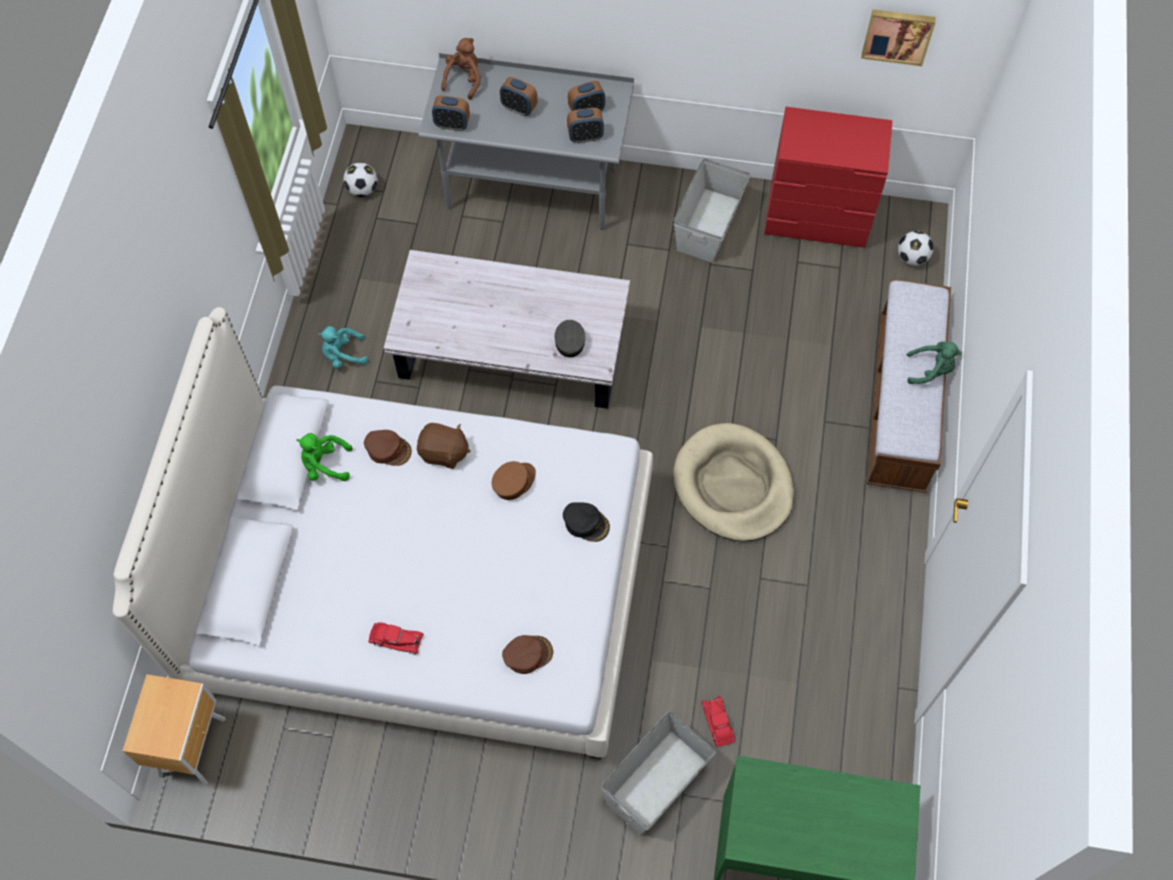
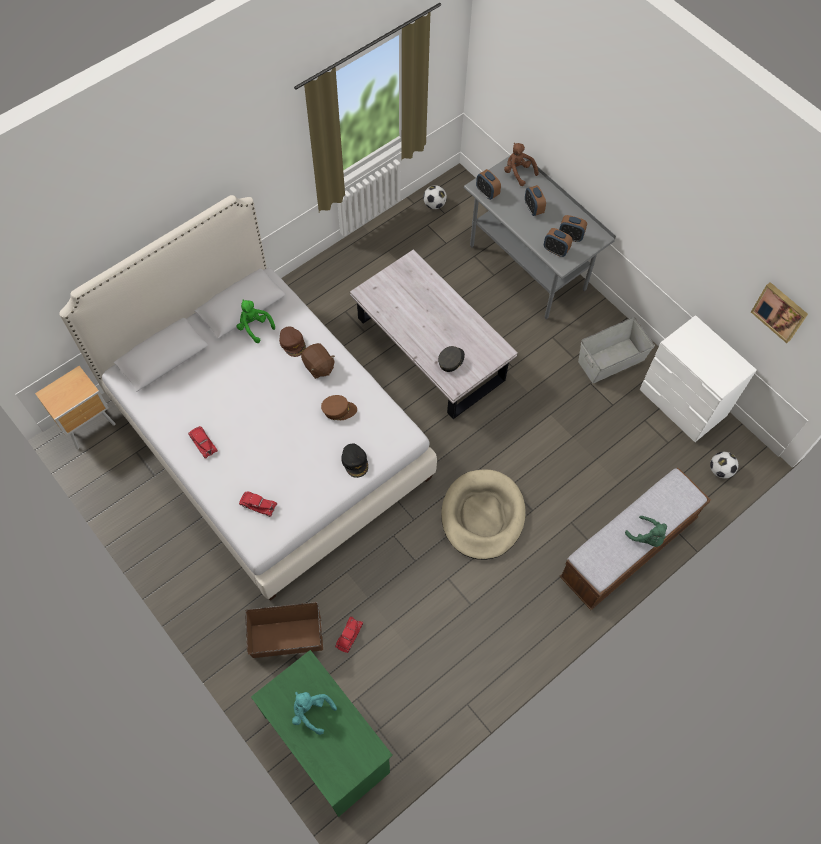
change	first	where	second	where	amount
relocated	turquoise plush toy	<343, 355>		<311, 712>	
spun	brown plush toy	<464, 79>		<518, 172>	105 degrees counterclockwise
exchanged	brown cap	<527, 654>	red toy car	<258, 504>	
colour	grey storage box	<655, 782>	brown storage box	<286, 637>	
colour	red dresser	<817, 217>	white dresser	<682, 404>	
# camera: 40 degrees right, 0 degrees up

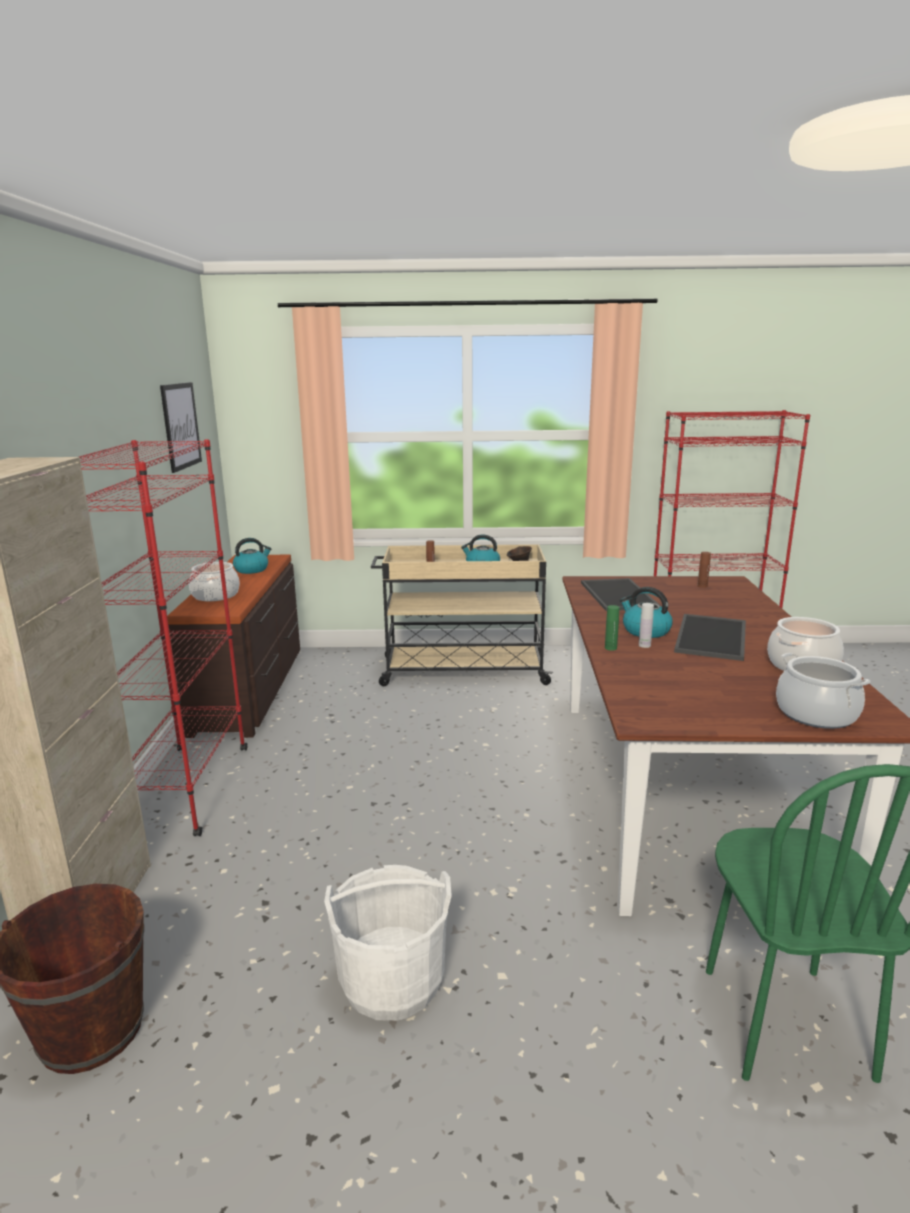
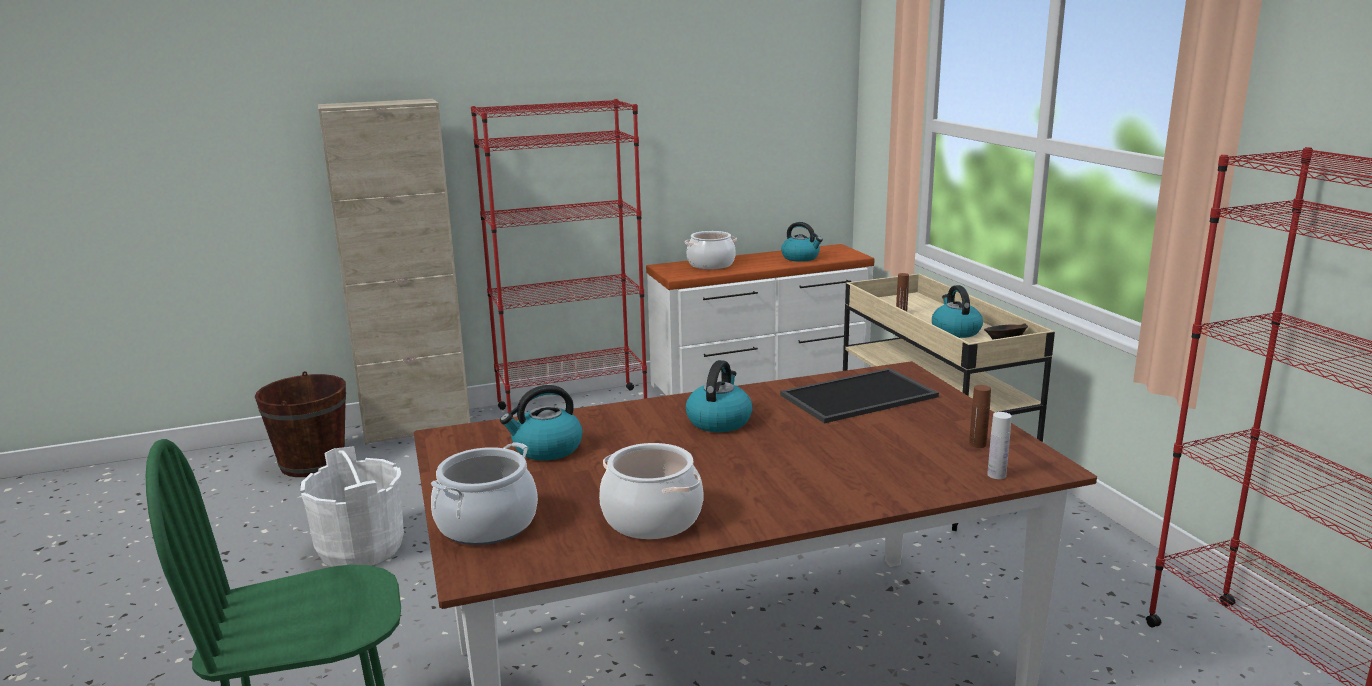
change	first	where	second	where	amount
missing	picture	<181, 426>			
colour	brown dresser	<251, 689>	white dresser	<761, 381>	
missing	green bottle	<610, 648>			
relocated	white bottle	<644, 645>		<996, 475>	
missing	tray	<713, 638>			
appeared			kettle	<546, 449>	
# camera: 70 degrees right, 0 degrees up

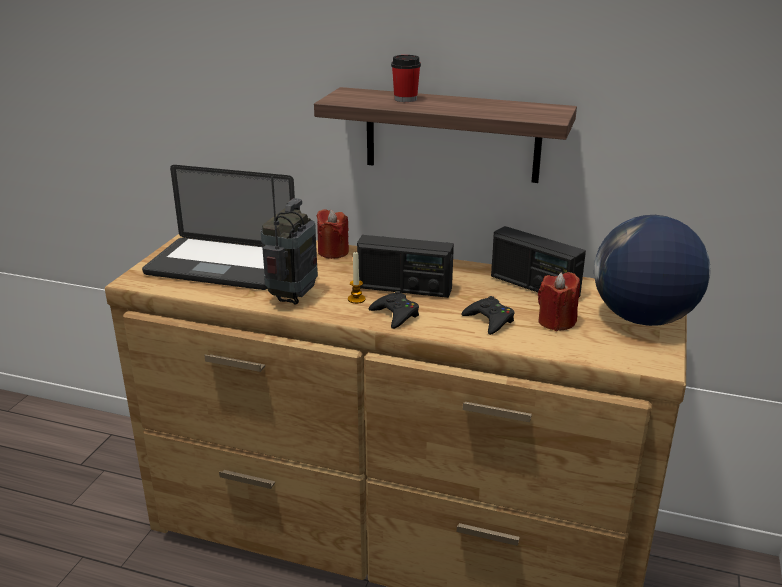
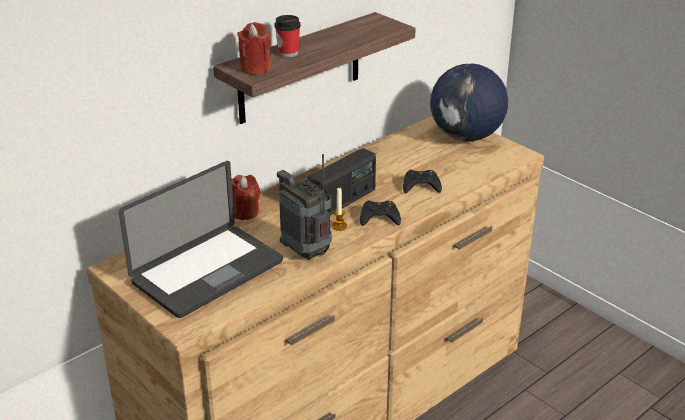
change	first	where	second	where	amount
missing	radio	<534, 286>			
relocated	red candle	<556, 322>		<255, 68>	
# camera: 60 degrees left, 5 degrees up

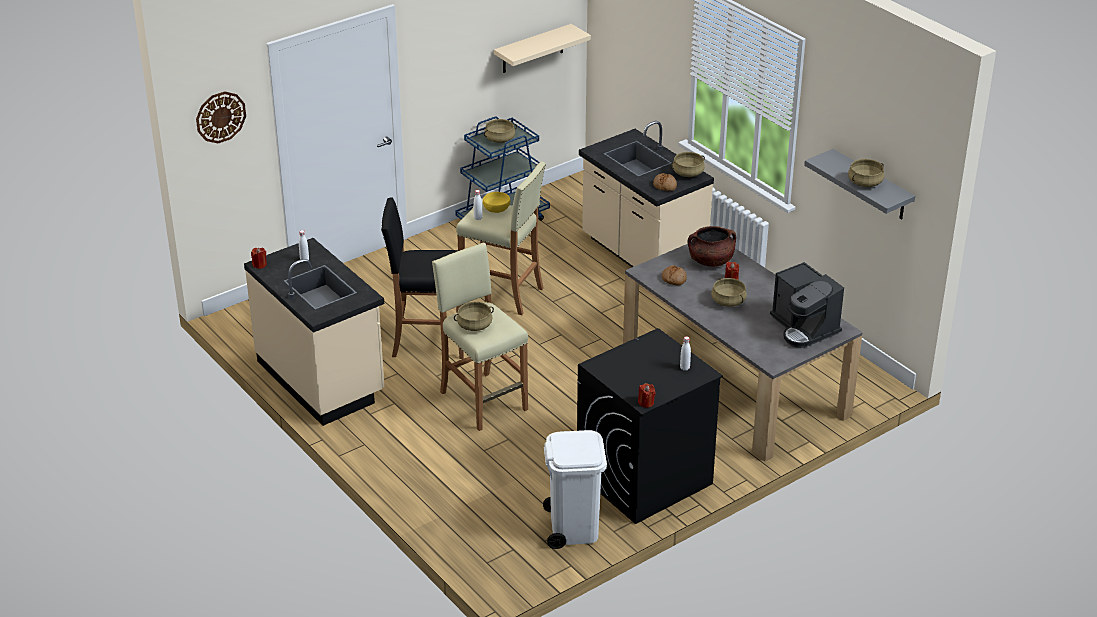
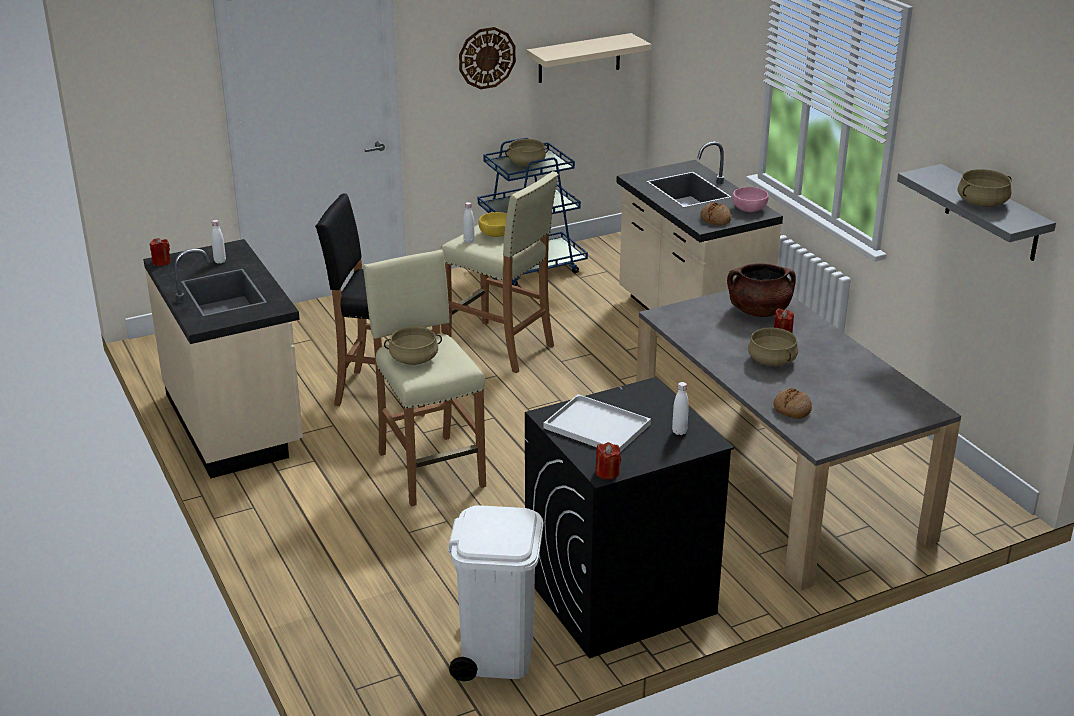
change	first	where	second	where	amount
relocated	wall clock	<220, 117>		<486, 58>	
relocated	bread	<673, 279>		<791, 409>	
exchanged	beige cooking pot	<688, 173>	pink bowl	<749, 208>	
missing	coffee machine	<804, 328>			
appeared			white tray	<599, 426>	
# camera: 10 degrees right, 5 degrees down

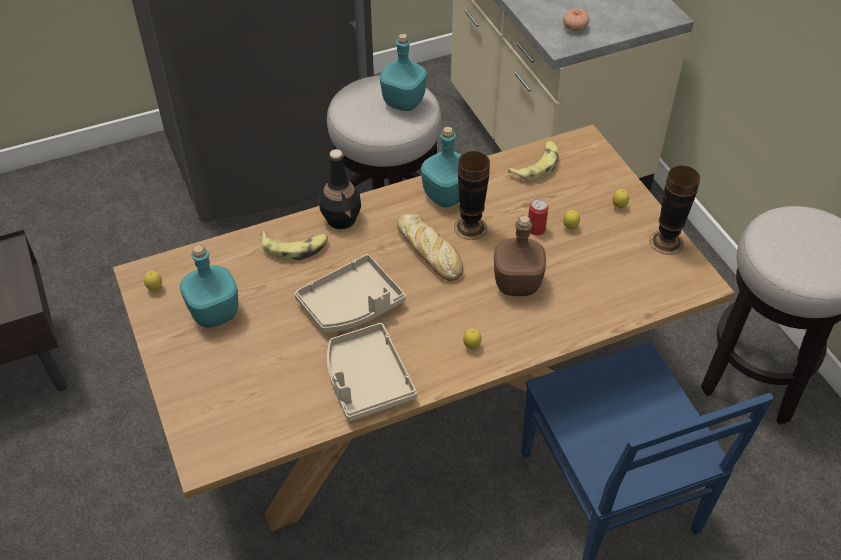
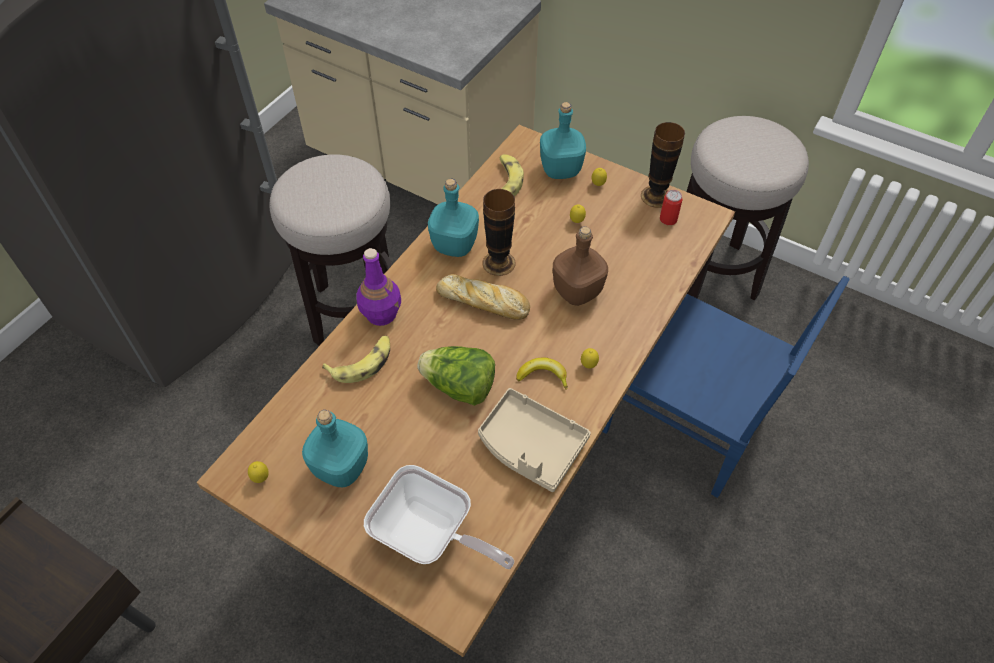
change	first	where	second	where	amount
exchanged	beige tray	<351, 305>	lettuce	<459, 387>	
colour	black bottle	<341, 219>	purple bottle	<381, 313>	
relocated	turquoise bottle	<404, 102>		<561, 169>	
relocated	can	<536, 229>		<668, 219>	
missing	tomato	<575, 27>			
appeared			frying pan	<430, 536>	
appeared			banana	<543, 375>	
# camera: 35 degrees left, 5 degrees up

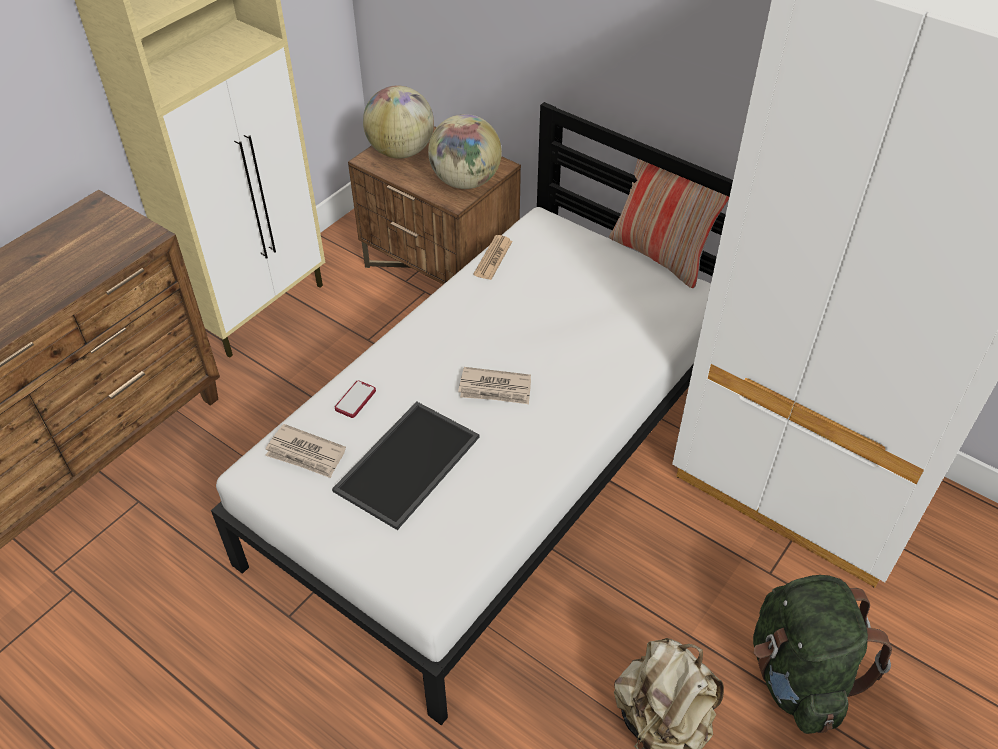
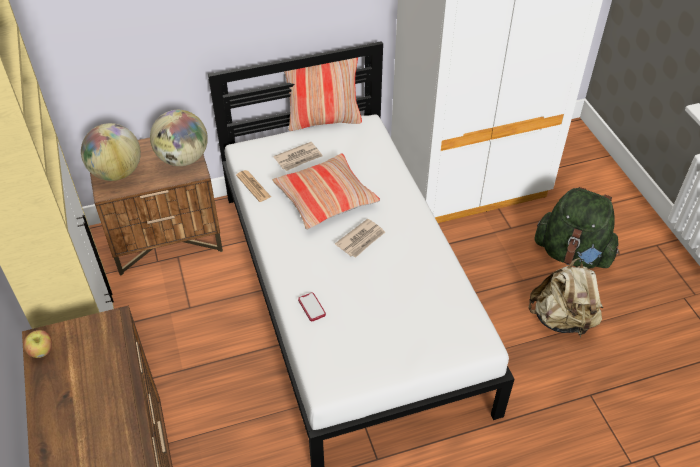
change	first	where	second	where	amount
relocated	newspaper	<306, 454>		<299, 158>	
missing	tray	<408, 466>			
appeared			apple	<42, 351>	
appeared			pillow	<325, 198>	
# camera: 55 degrees left, 0 degrees up

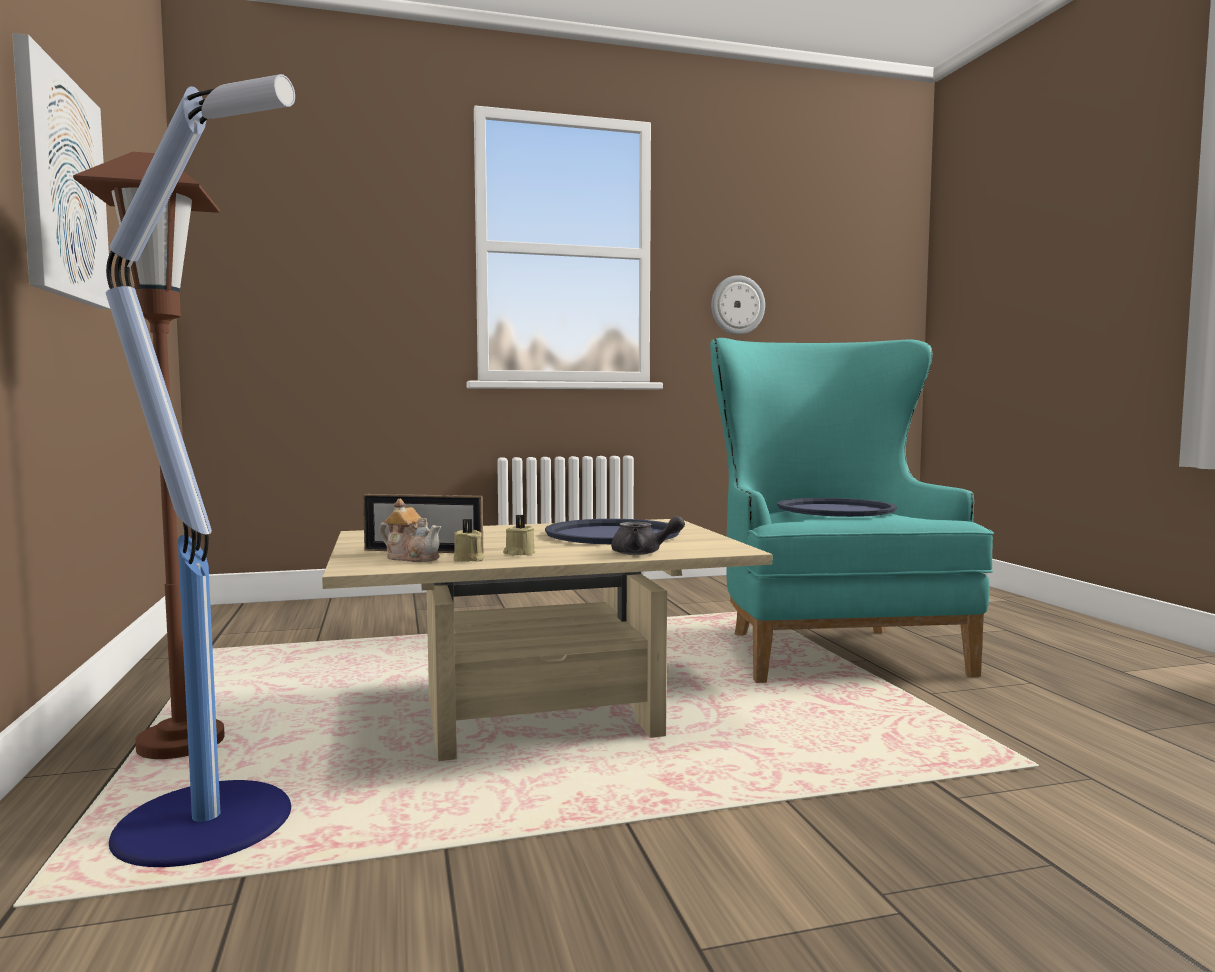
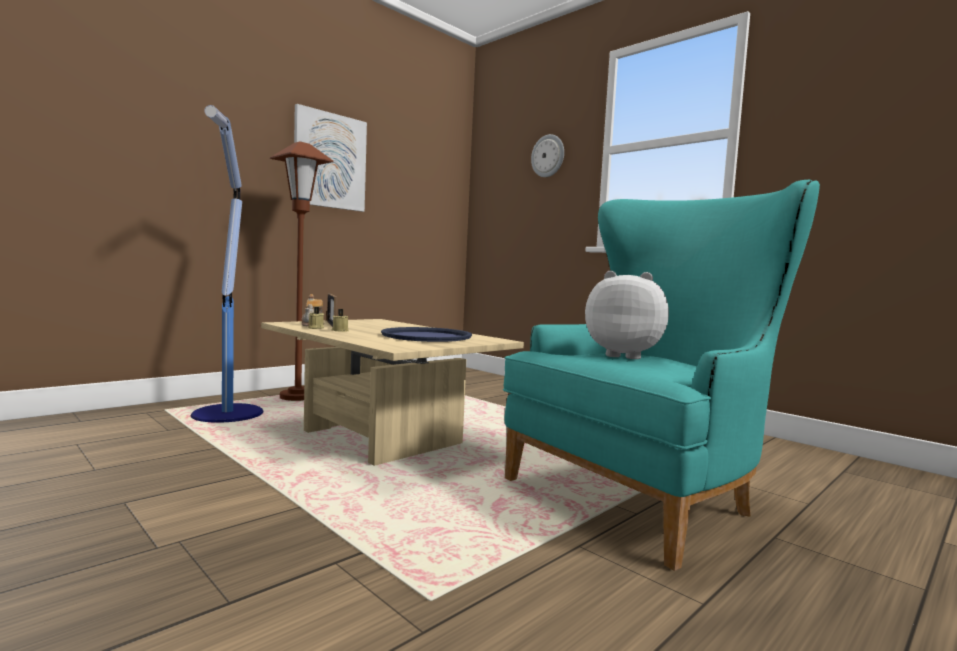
change	first	where	second	where	amount
missing	grey teapot	<643, 553>			
relocated	wall clock	<737, 305>		<548, 156>	
exchanged	blue tray	<836, 509>	plush toy	<624, 355>	
# camera: 60 degrees right, 0 degrees up

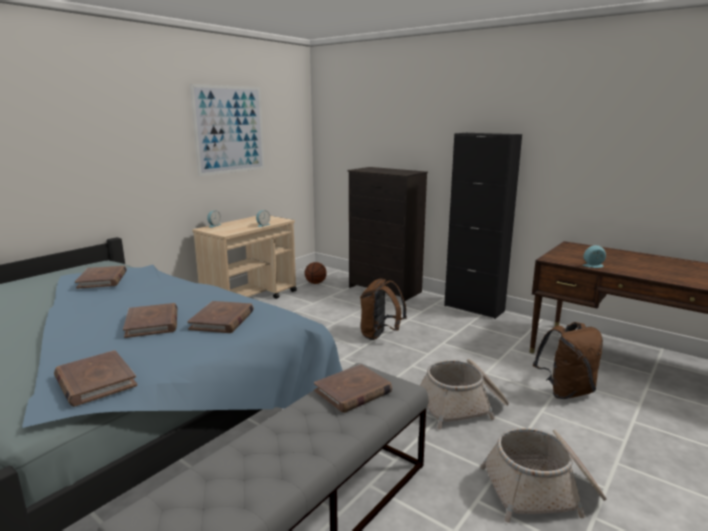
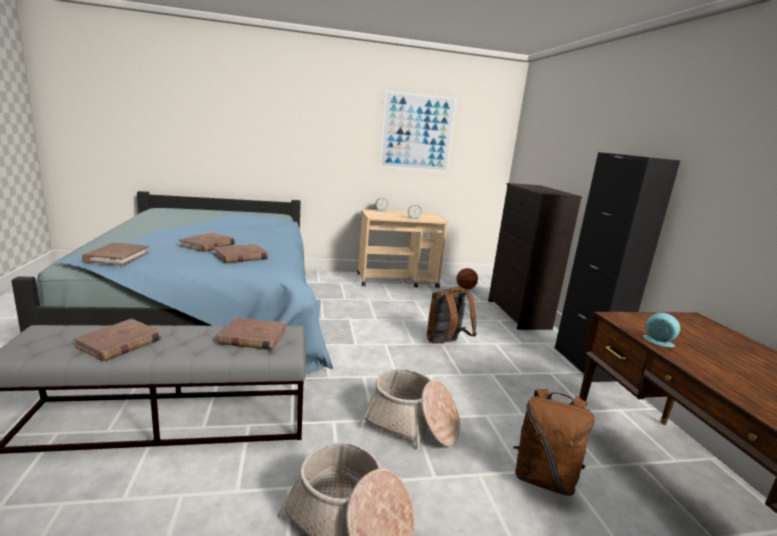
change	first	where	second	where	amount
relocated	brown book	<102, 280>		<120, 343>	
# camera: 40 degrees right, 0 degrees up

